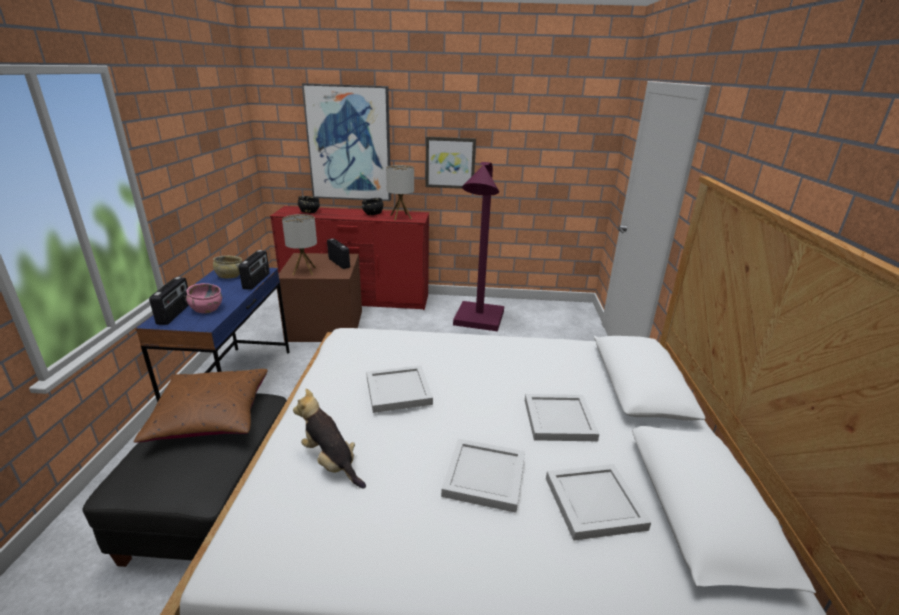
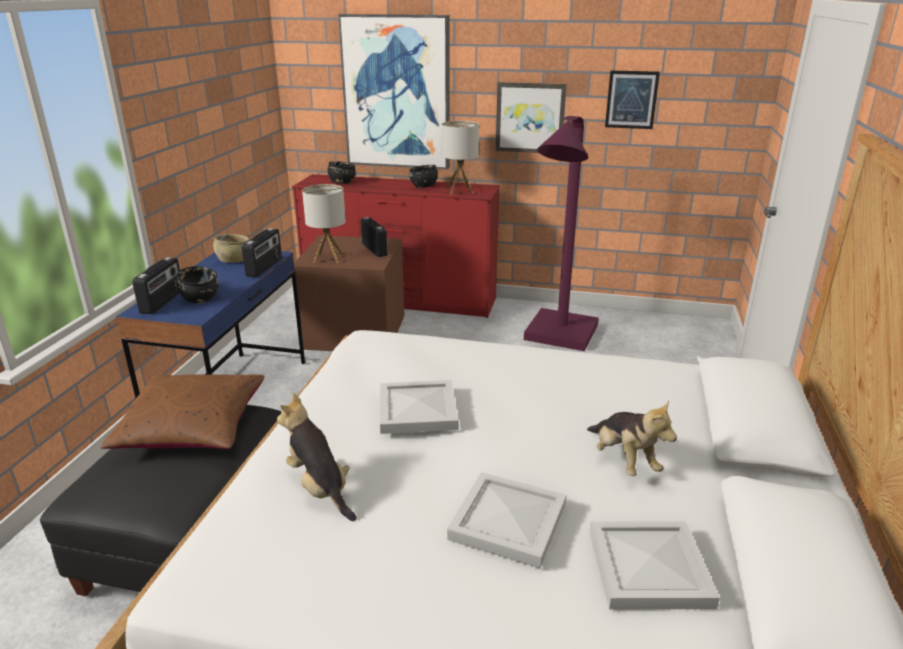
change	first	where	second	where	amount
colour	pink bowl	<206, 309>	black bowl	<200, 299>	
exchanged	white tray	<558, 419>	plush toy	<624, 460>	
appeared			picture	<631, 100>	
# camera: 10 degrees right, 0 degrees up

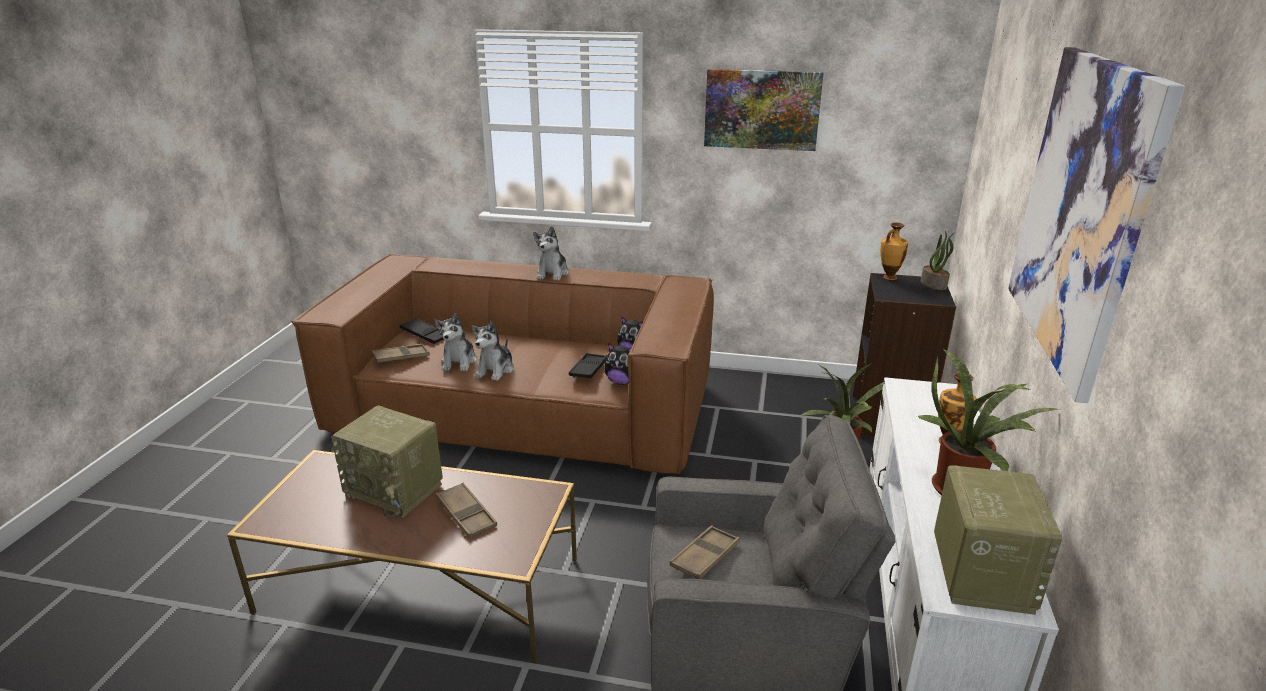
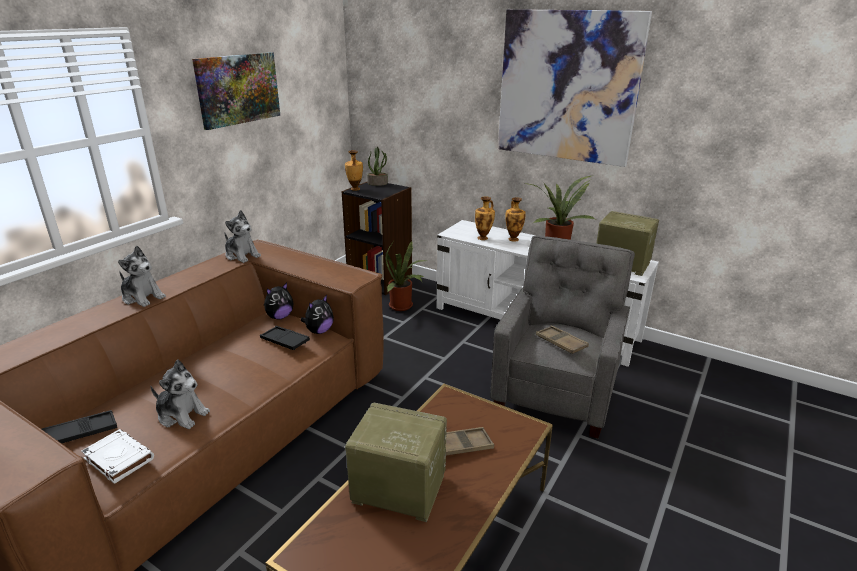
change	first	where	second	where	amount
spun	radio	<396, 490>		<396, 489>	120 degrees counterclockwise
exchanged	brown tray	<401, 357>	white book	<118, 458>	
relocated	plush toy	<495, 370>		<242, 255>	
appeared			vase	<483, 238>	
# camera: 70 degrees left, 0 degrees up

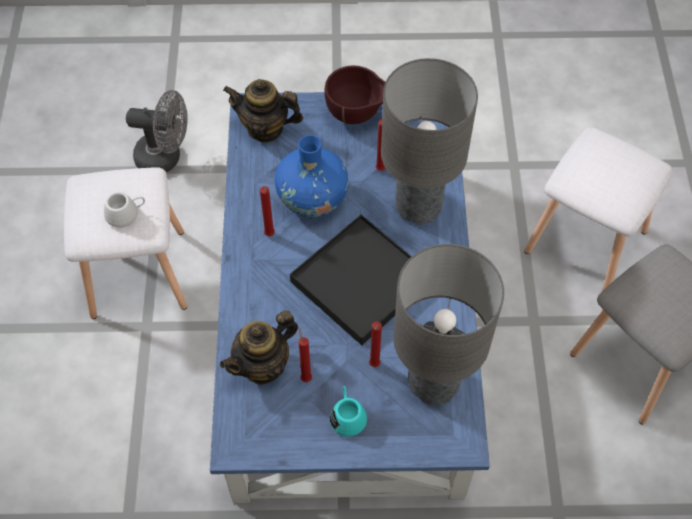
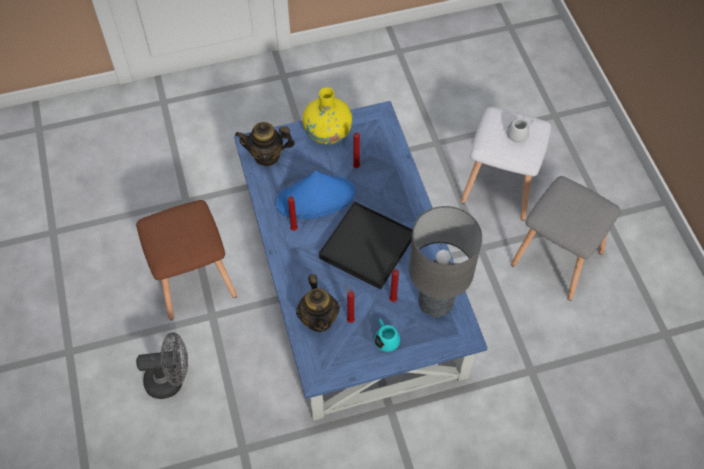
change	first	where	second	where	amount
colour	white stool	<136, 274>	brown stool	<192, 281>	
relocated	white mug	<126, 214>		<520, 133>	
relocated	grey fan	<165, 157>		<171, 380>	
spun	teapot	<263, 365>		<319, 319>	45 degrees counterclockwise
exchanged	blue vase	<312, 199>	blue hat	<316, 198>	
exchanged	brown bowl	<356, 115>	yellow vase	<328, 133>	
missing	grey table lamp	<419, 206>			
# camera: 15 degrees left, 0 degrees up

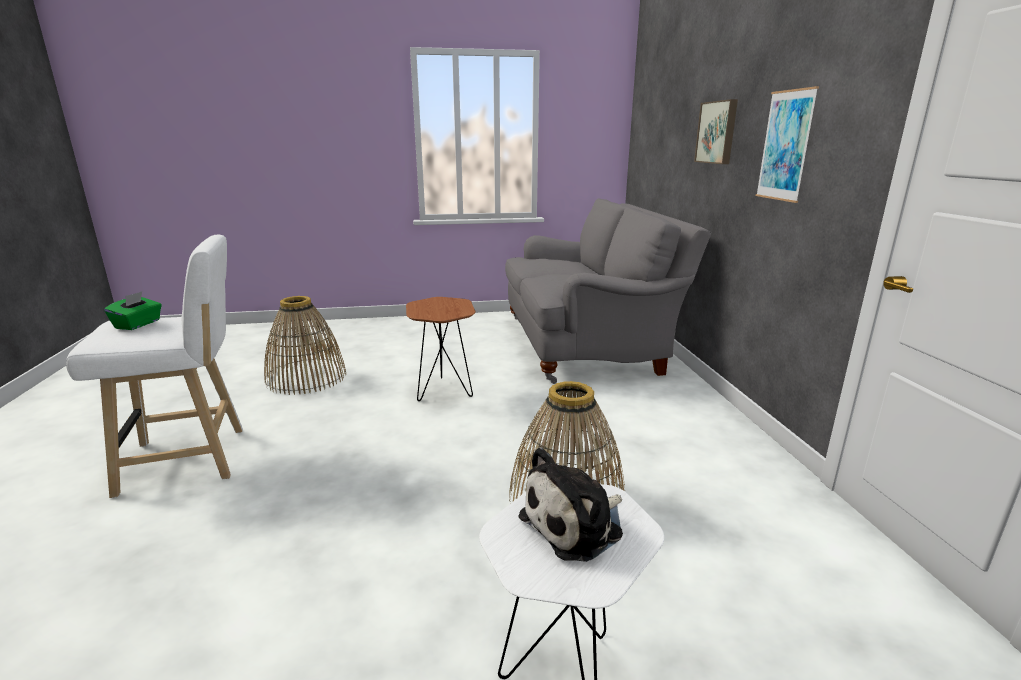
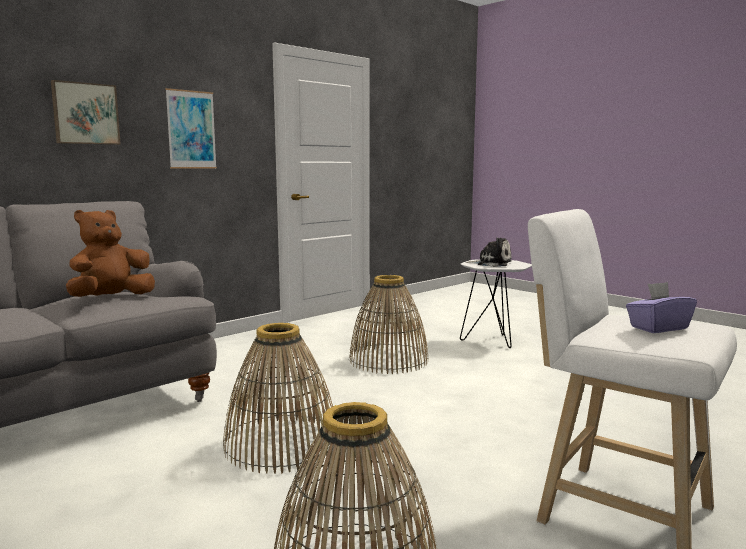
change	first	where	second	where	amount
colour	green tissue box	<138, 324>	purple tissue box	<658, 328>	
exchanged	brown side table	<444, 392>	basket	<281, 445>	
appeared			brown plush toy	<111, 298>	
# camera: 125 degrees left, 10 degrees down

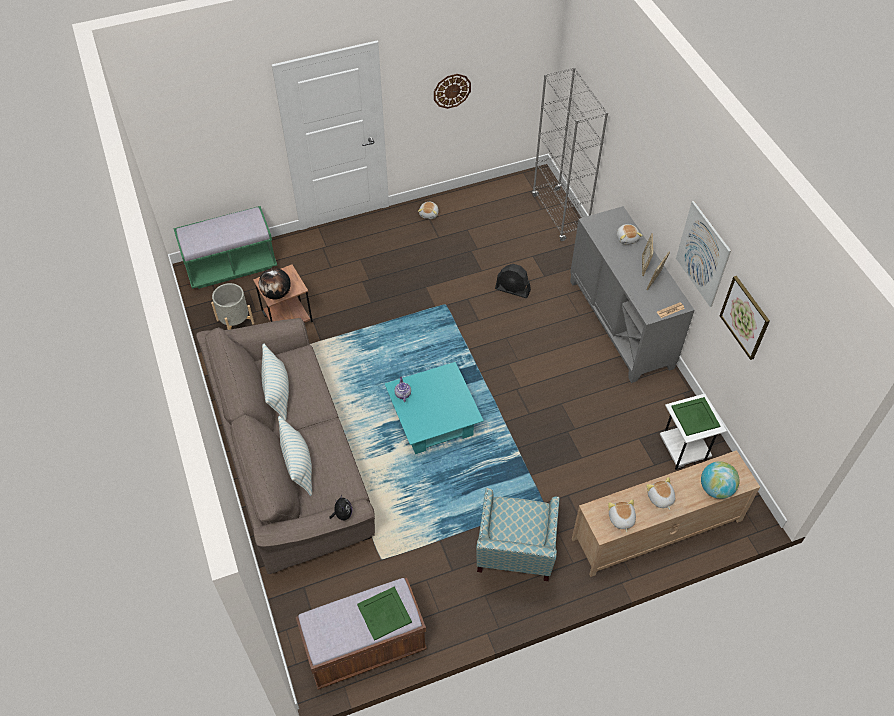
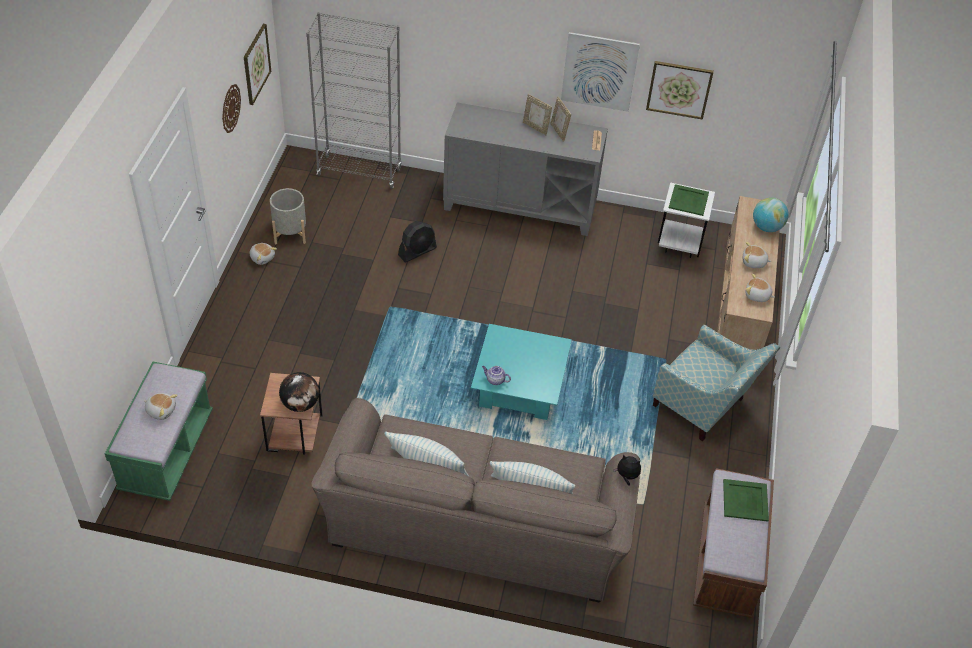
change	first	where	second	where	amount
relocated	grey planter	<235, 321>		<290, 233>	
relocated	plush toy	<627, 238>		<161, 410>	
appeared			picture	<256, 64>	
# camera: 60 degrees left, 5 degrees down

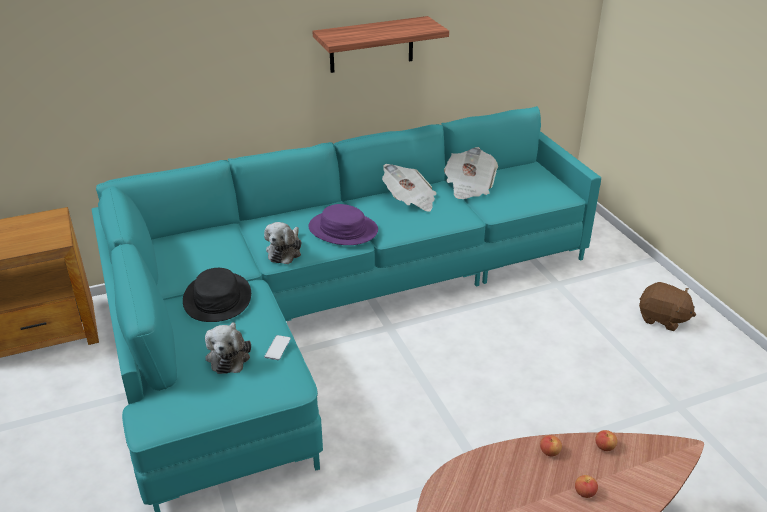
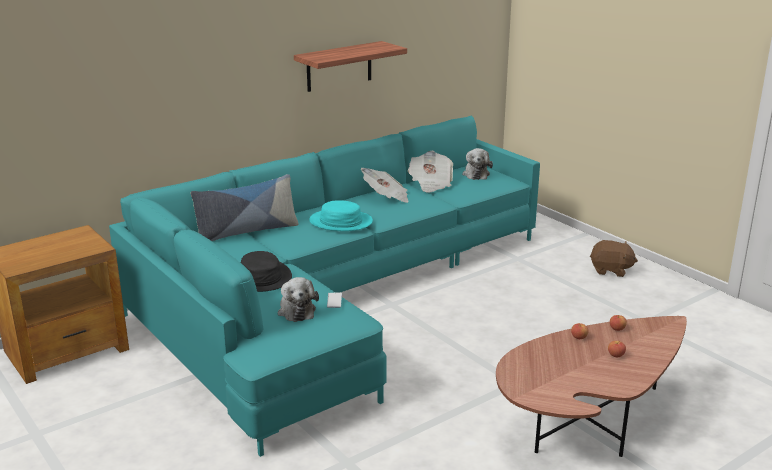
change	first	where	second	where	amount
relocated	plush toy	<285, 251>		<476, 174>	
colour	purple hat	<343, 229>	turquoise hat	<341, 222>	
appeared			pillow	<246, 231>	
# camera: 15 degrees left, 10 degrees down

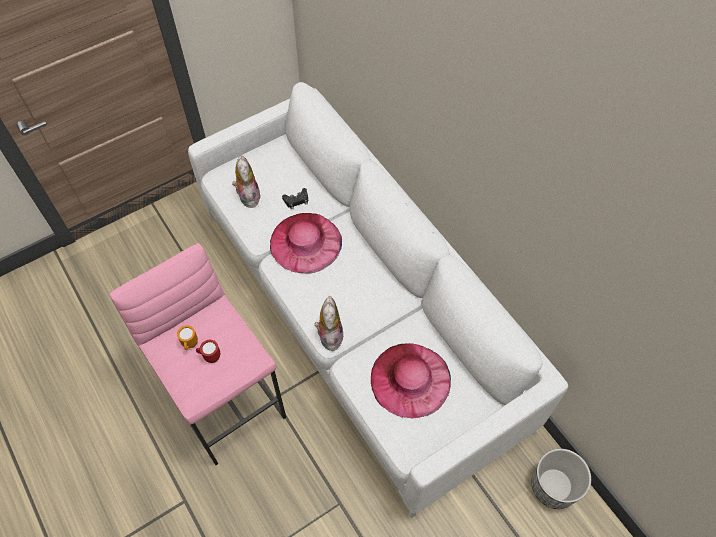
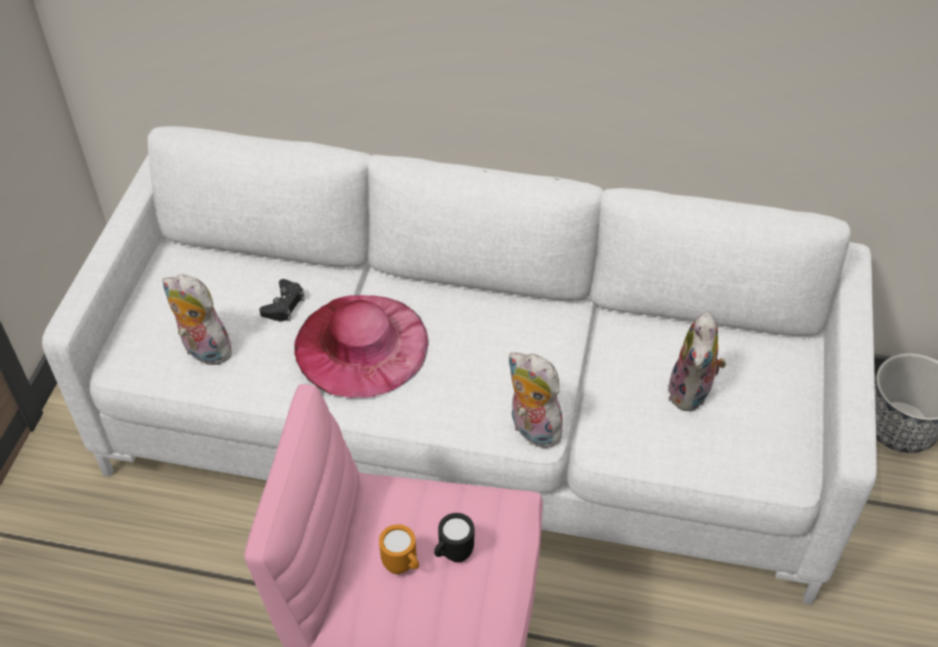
change	first	where	second	where	amount
colour	red mug	<210, 357>	black mug	<452, 555>	
exchanged	pink hat	<410, 379>	plush toy	<692, 393>	
# camera: 45 degrees left, 10 degrees down

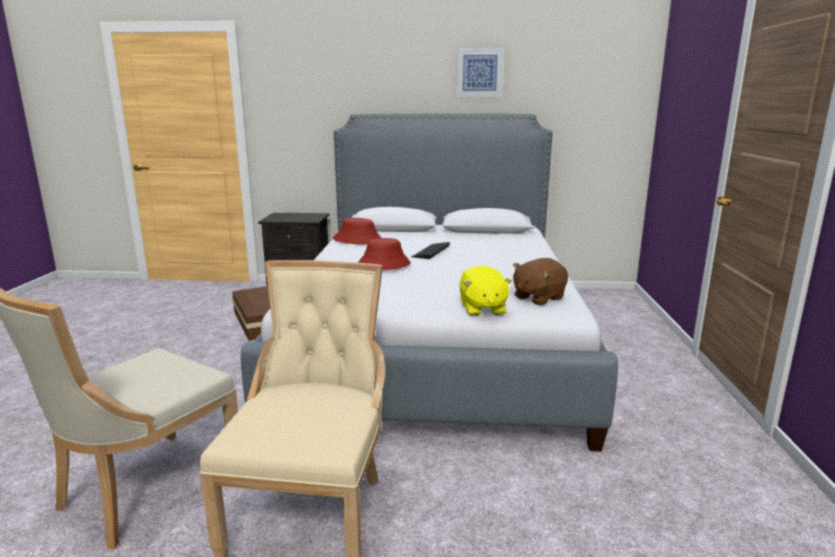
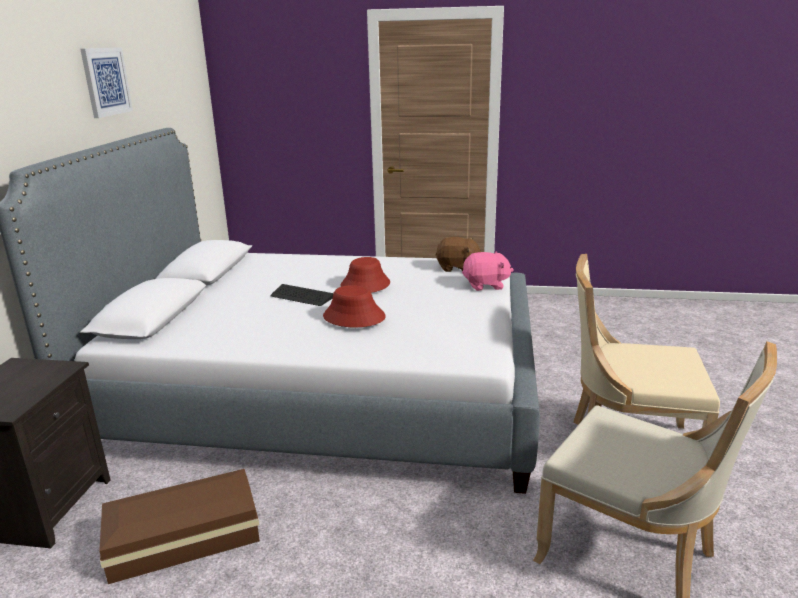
change	first	where	second	where	amount
relocated	red hat	<358, 240>		<365, 285>	
colour	yellow plush toy	<482, 309>	pink plush toy	<486, 285>	
spun	brown plush toy	<538, 298>		<457, 268>	45 degrees counterclockwise
# camera: 85 degrees left, 5 degrees up

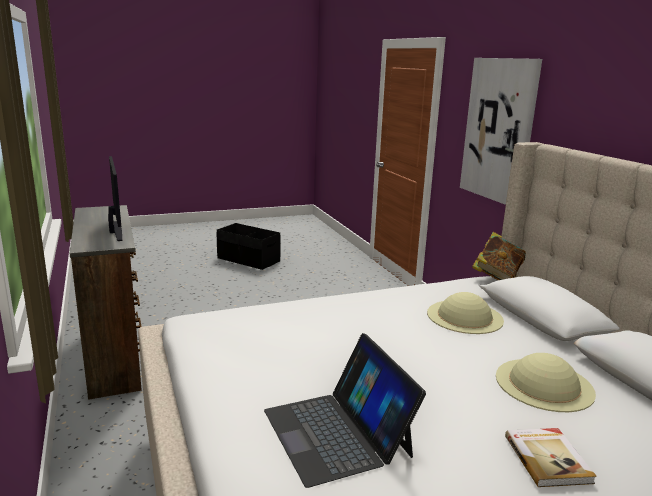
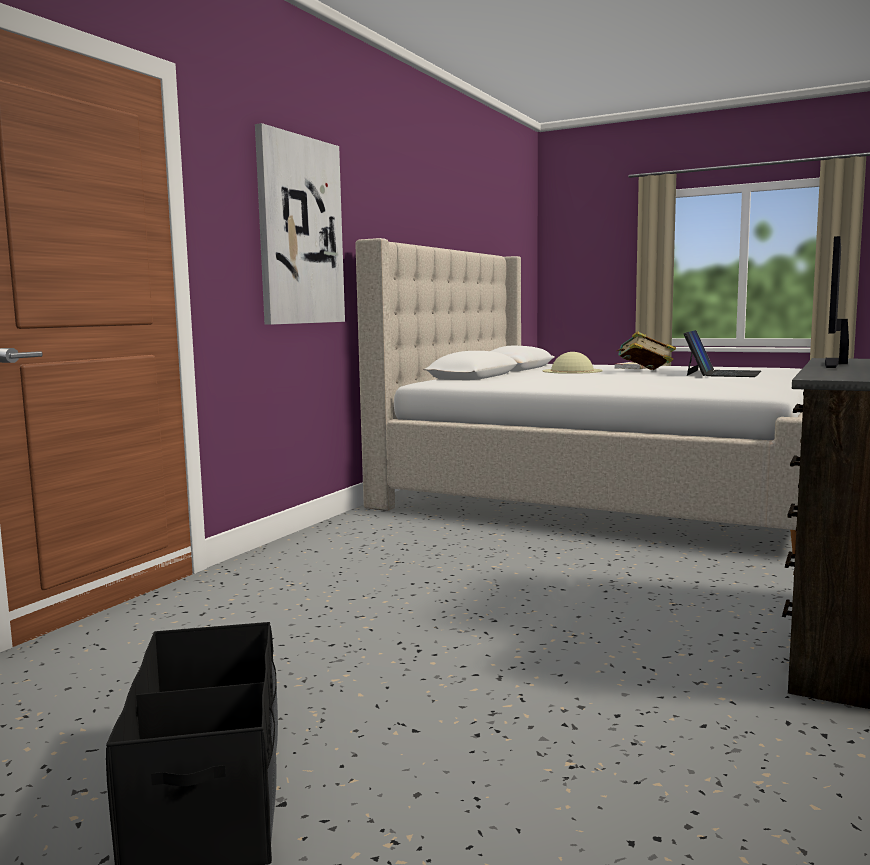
change	first	where	second	where	amount
missing	beige hat	<465, 316>			
relocated	book	<496, 277>		<644, 371>	
# camera: 130 degrees left, 10 degrees down

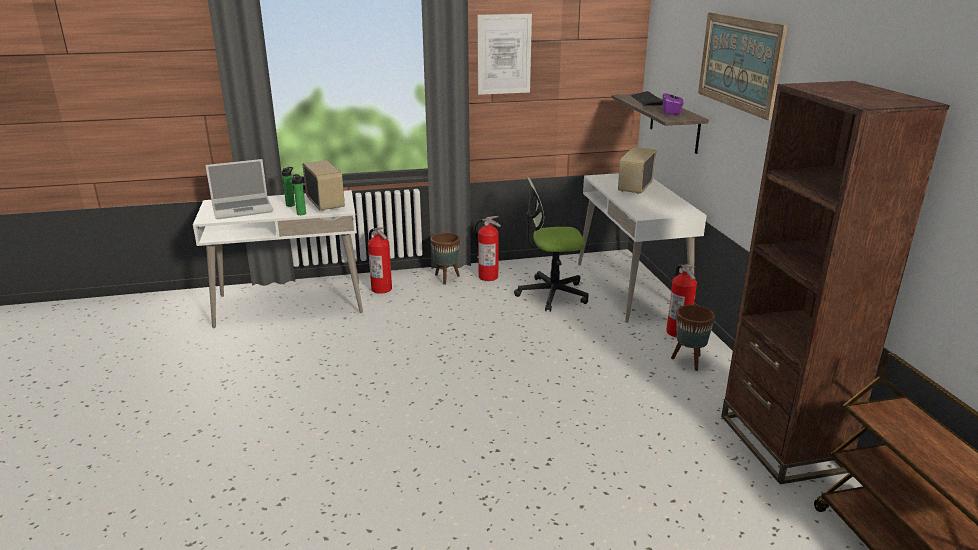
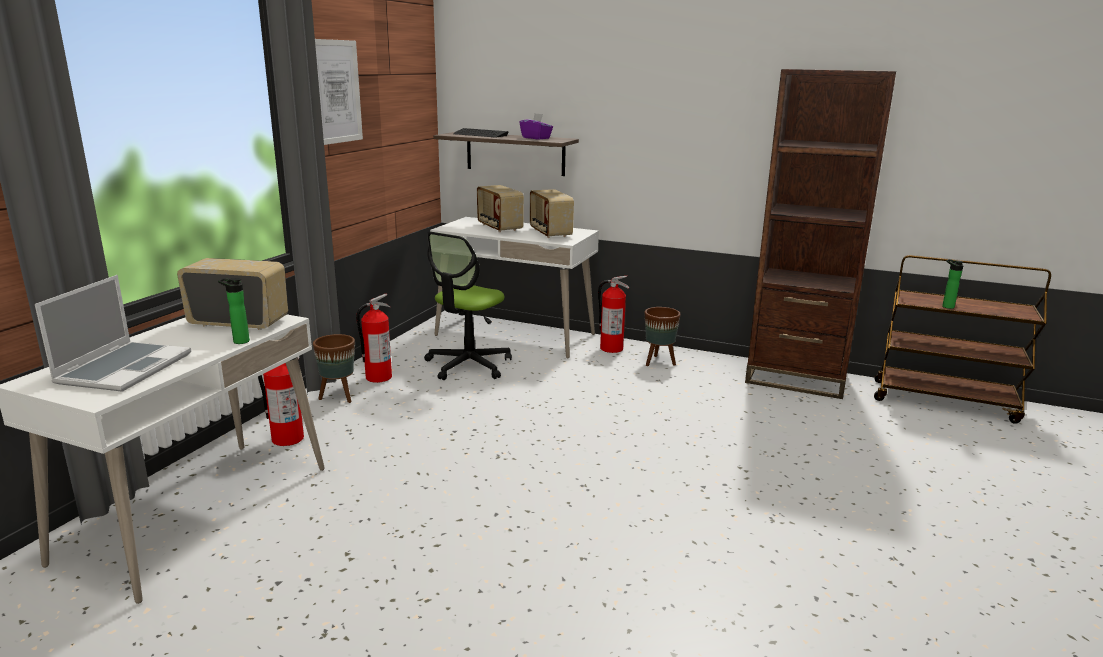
change	first	where	second	where	amount
relocated	bottle	<291, 204>		<946, 306>	
missing	picture	<739, 63>			
appeared			radio	<549, 233>	
# camera: 55 degrees left, 5 degrees down

